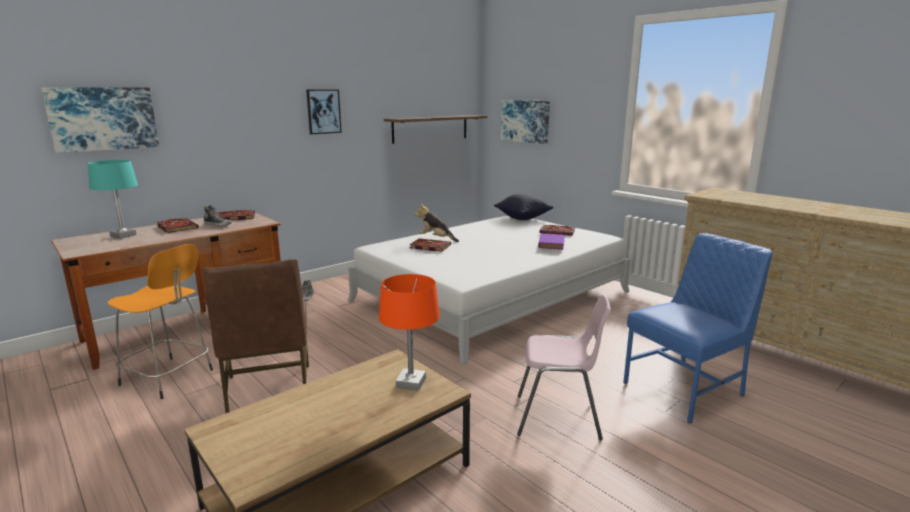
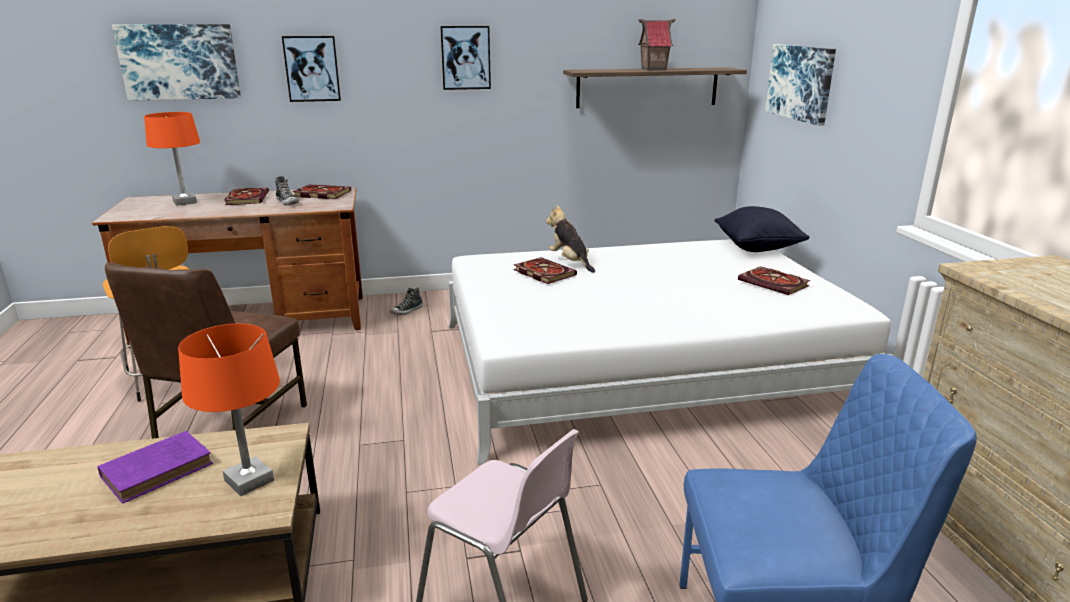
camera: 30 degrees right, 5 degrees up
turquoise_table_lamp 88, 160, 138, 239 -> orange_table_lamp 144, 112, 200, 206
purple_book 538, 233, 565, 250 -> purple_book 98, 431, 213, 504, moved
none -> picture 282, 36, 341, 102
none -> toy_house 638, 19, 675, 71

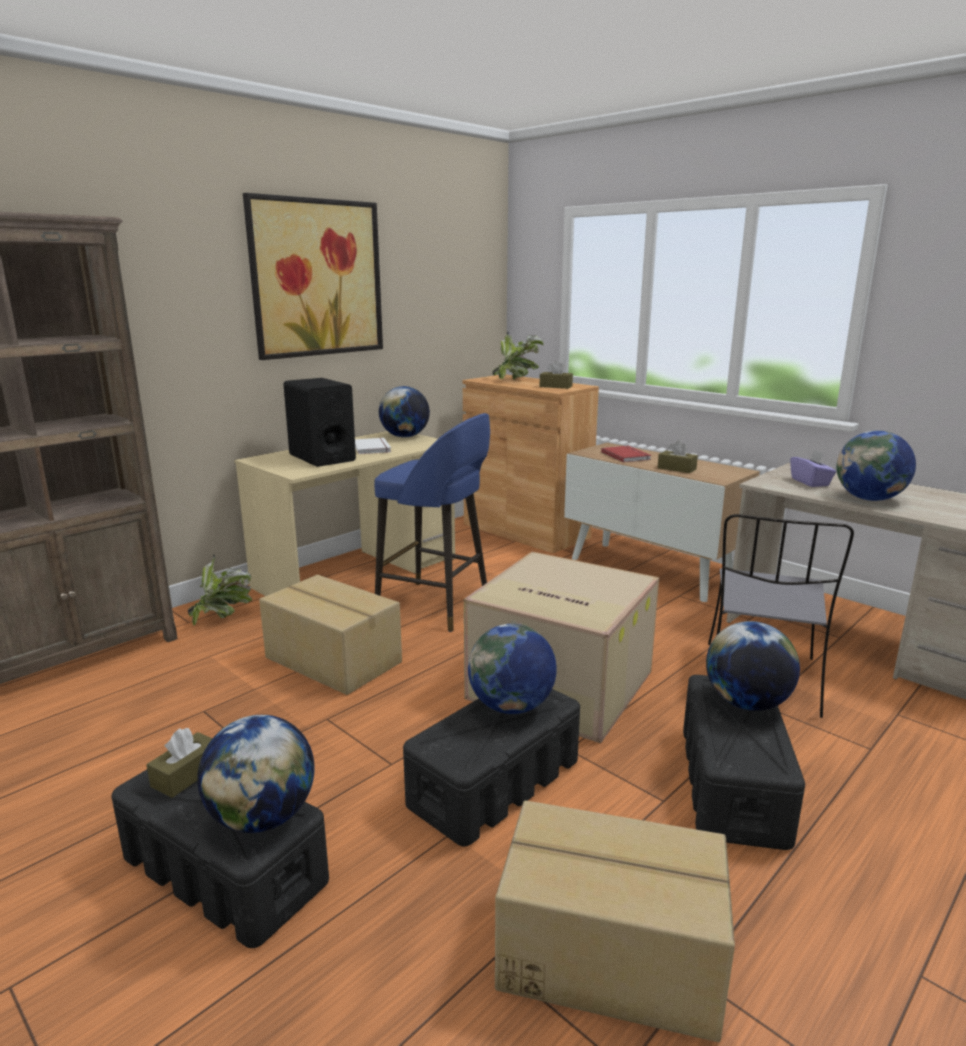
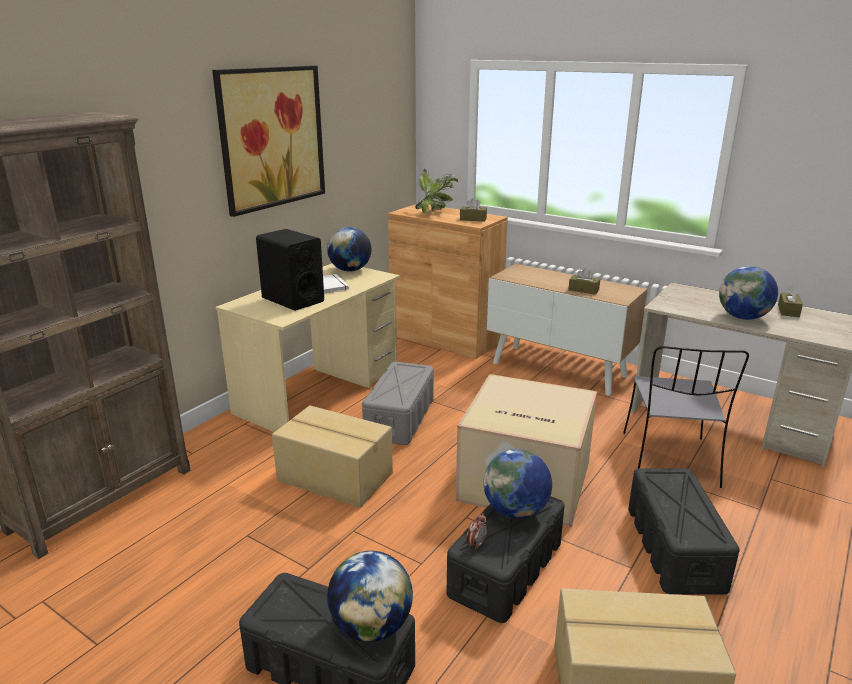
camera: 10 degrees left, 5 degrees up
brown_tissue_box 147, 728, 213, 798 -> brown_tissue_box 778, 285, 803, 317, moved
potted_plant 188, 554, 252, 626 -> none
blue_stool 374, 413, 490, 632 -> grey_storage_box 362, 362, 434, 445
red_book 601, 446, 651, 462 -> none
globe 706, 621, 800, 711 -> none
purple_tissue_box 790, 449, 836, 487 -> none
none -> alarm_clock 466, 513, 487, 550

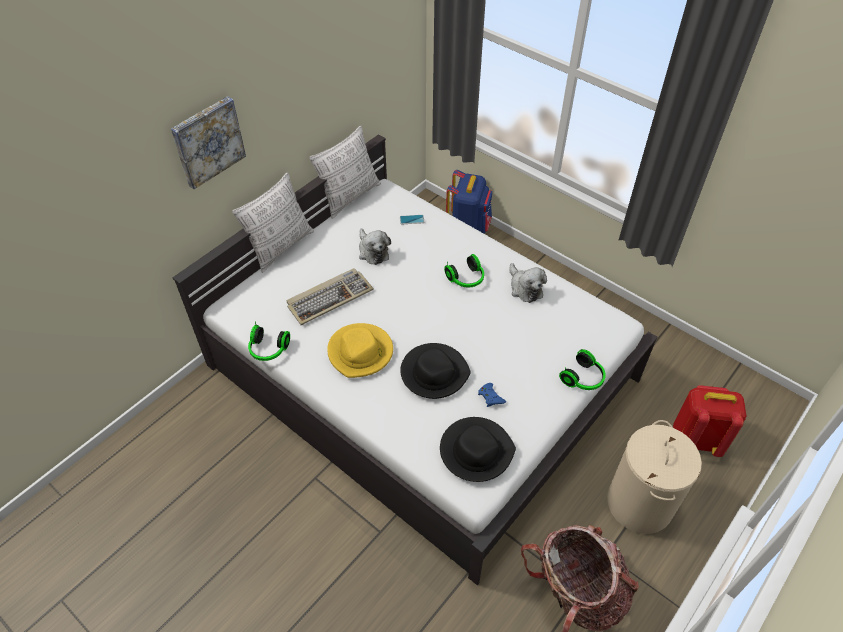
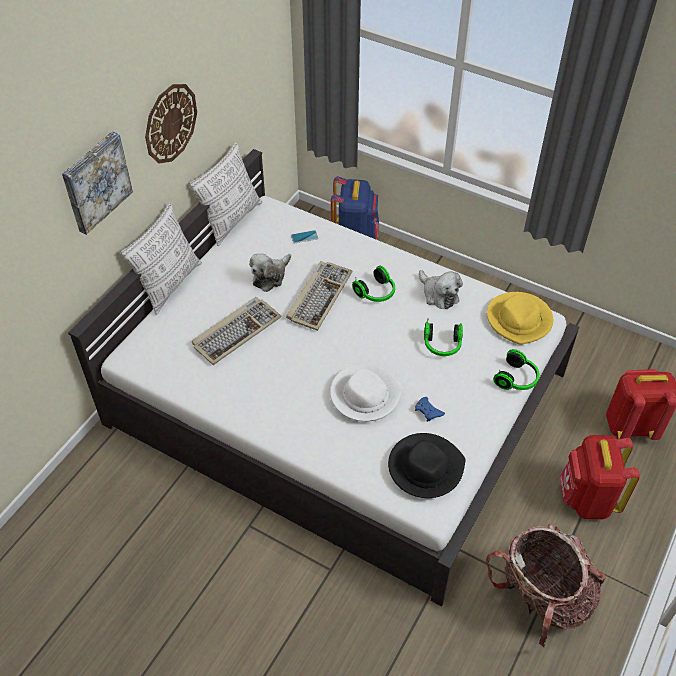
camera: 10 degrees left, 0 degrees up
headphones 248, 321, 290, 361 -> headphones 424, 321, 463, 356, moved
yellow_hat 327, 323, 393, 378 -> yellow_hat 487, 292, 553, 345, moved
plush_toy 359, 229, 391, 265 -> plush_toy 249, 253, 291, 292, 75 degrees clockwise
black_hat 400, 343, 471, 399 -> white_hat 330, 364, 403, 422
beige_laundry_basket 607, 420, 702, 534 -> red_backpack 559, 435, 640, 519
none -> wall_clock 145, 84, 197, 163
none -> keyboard 286, 261, 352, 331

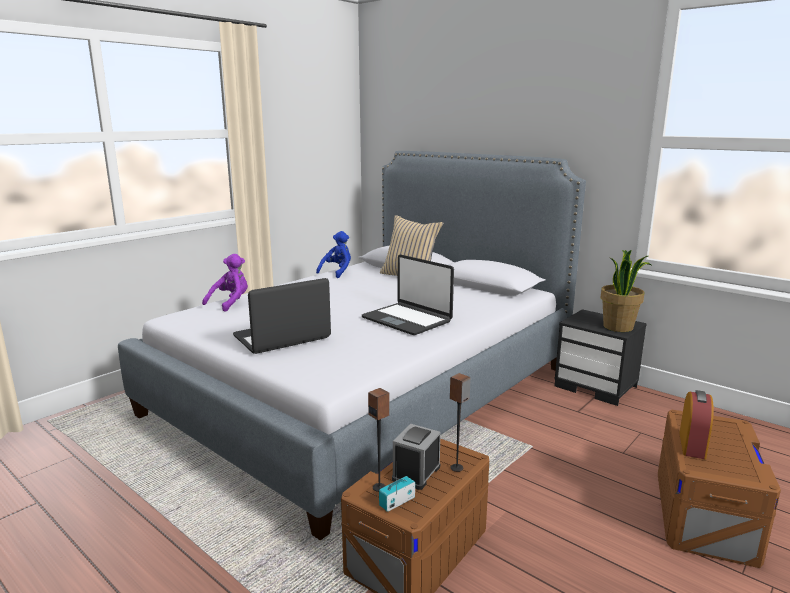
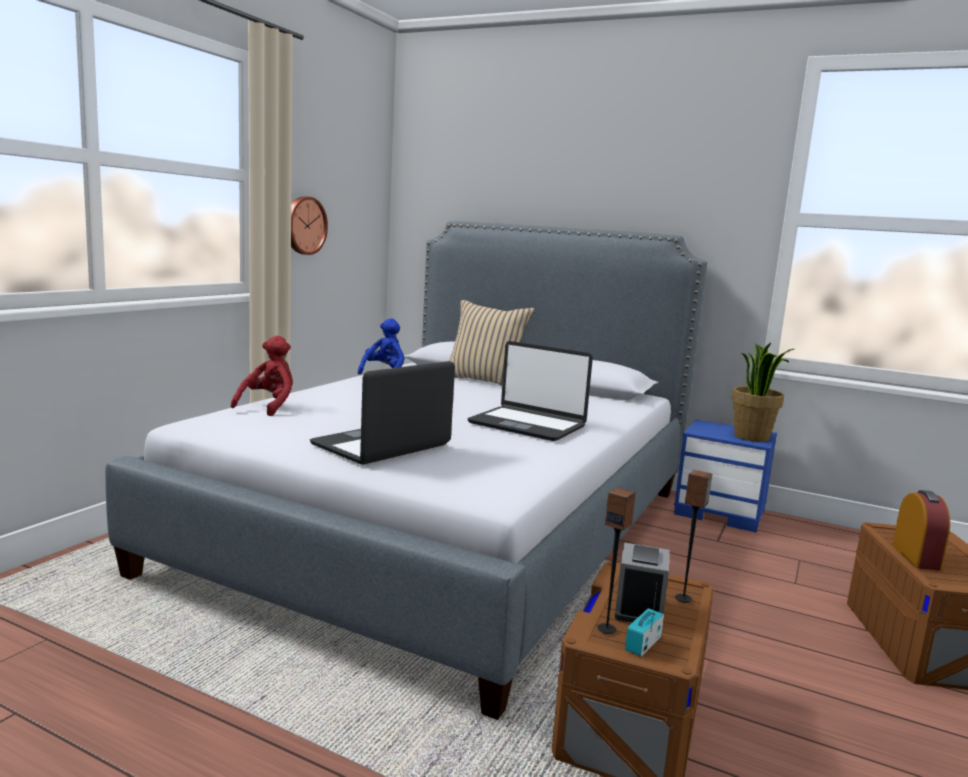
camera: 15 degrees left, 5 degrees down
purple_plush_toy 202, 254, 248, 312 -> red_plush_toy 231, 336, 293, 416
black_nightstand 554, 309, 647, 406 -> blue_nightstand 674, 419, 777, 533
none -> wall_clock 291, 196, 328, 255

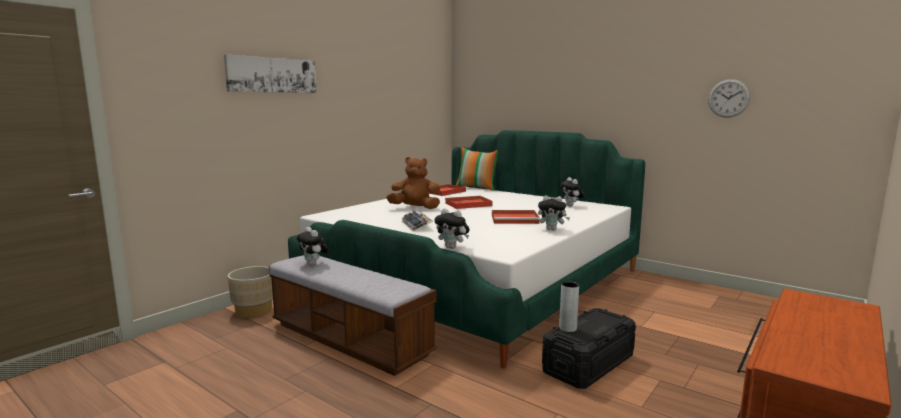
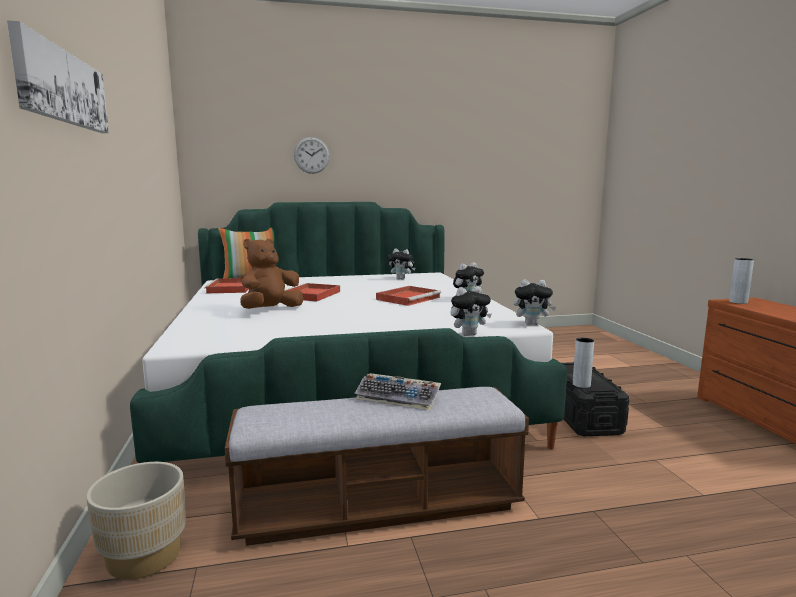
camera: 50 degrees left, 0 degrees up
plush_toy 297, 227, 329, 266 -> plush_toy 514, 279, 556, 325, moved
keyboard 402, 211, 433, 231 -> keyboard 354, 373, 441, 410, moved
wall_clock 708, 79, 750, 118 -> wall_clock 294, 137, 330, 174, moved
none -> grey_vase 729, 258, 754, 304

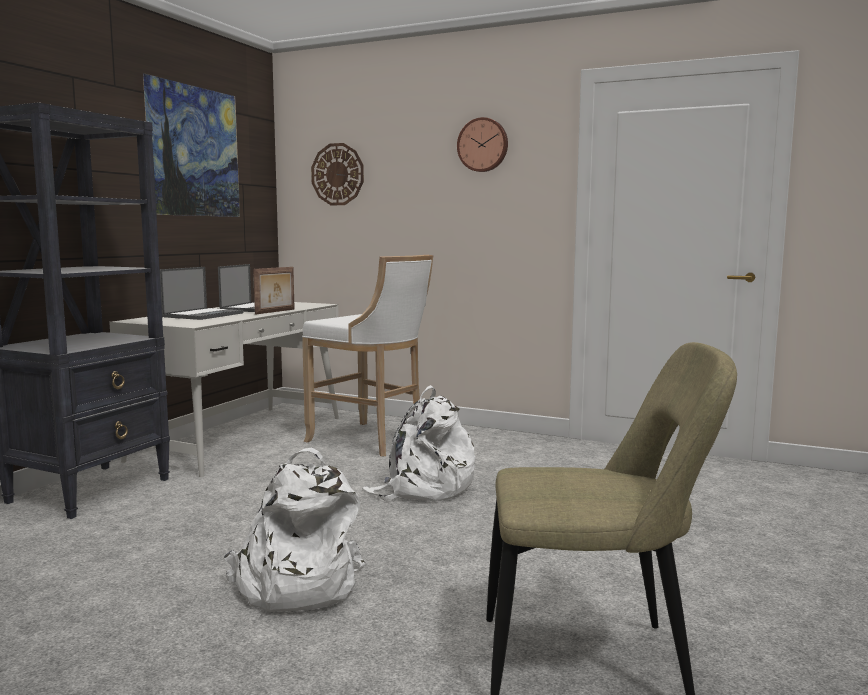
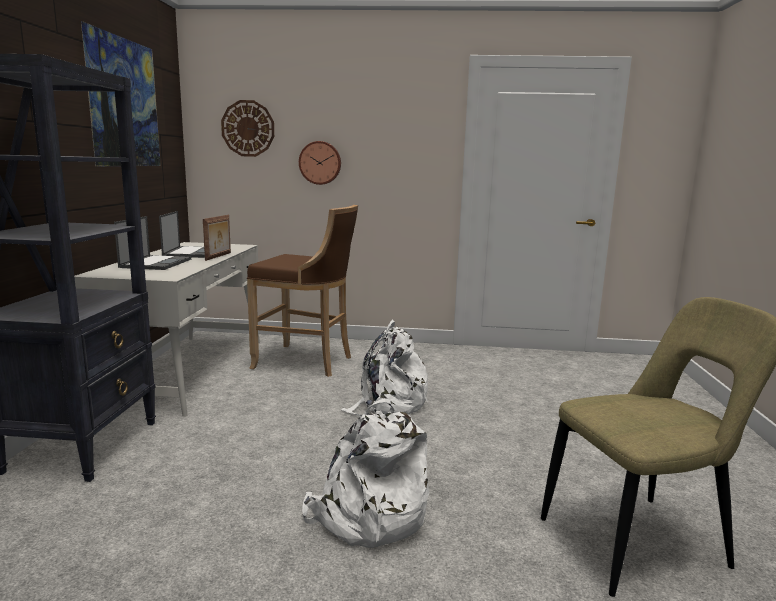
camera: 20 degrees left, 5 degrees up
white_stool 302, 255, 433, 457 -> brown_stool 247, 205, 358, 377
wall_clock 457, 117, 508, 172 -> wall_clock 299, 141, 341, 185, moved

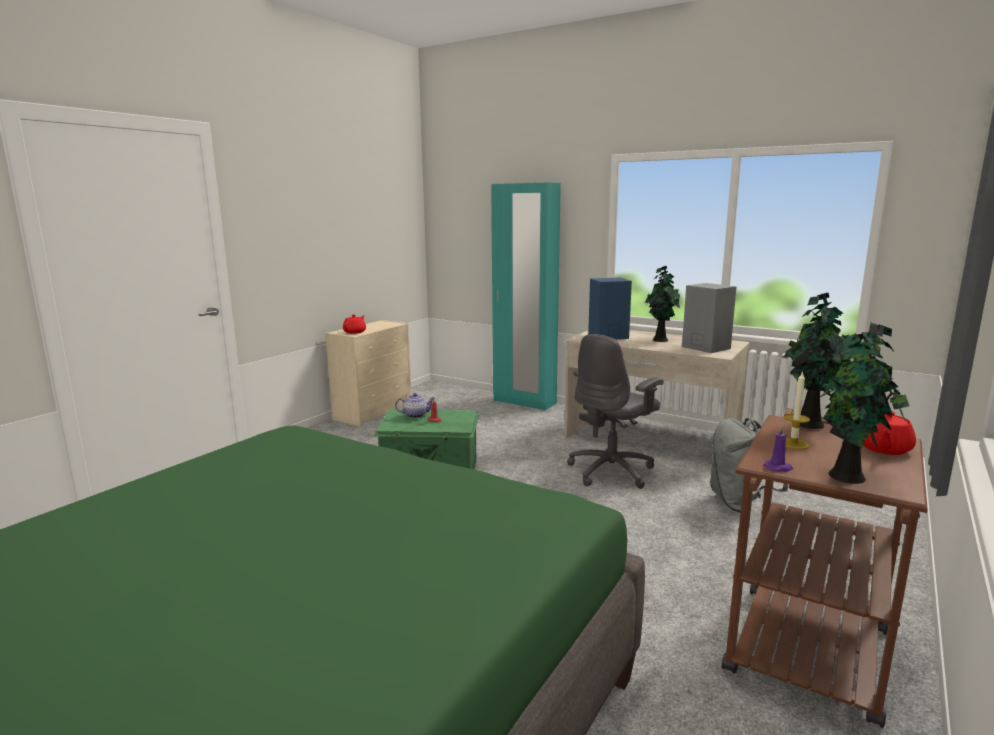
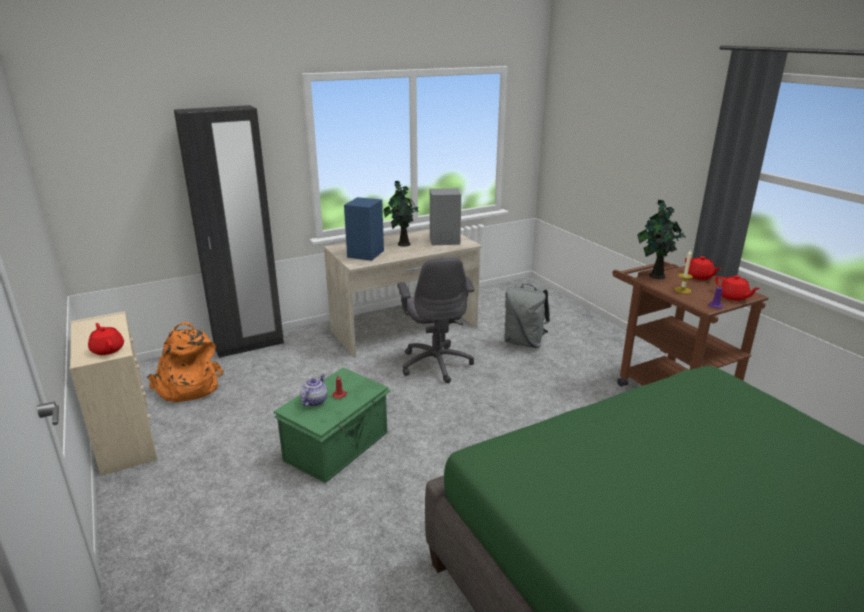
camera: 60 degrees left, 10 degrees up
turquoise_wardrobe 491, 182, 561, 410 -> black_wardrobe 174, 105, 284, 358
potted_plant 817, 322, 909, 484 -> red_teapot 715, 275, 760, 301
none -> orange_backpack 147, 322, 224, 402

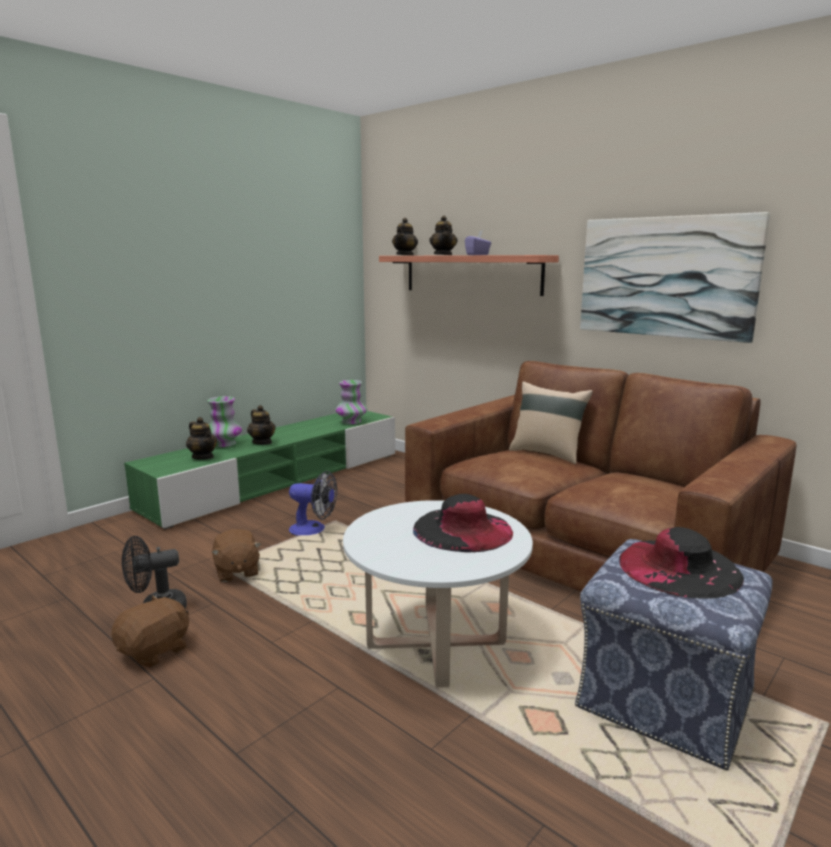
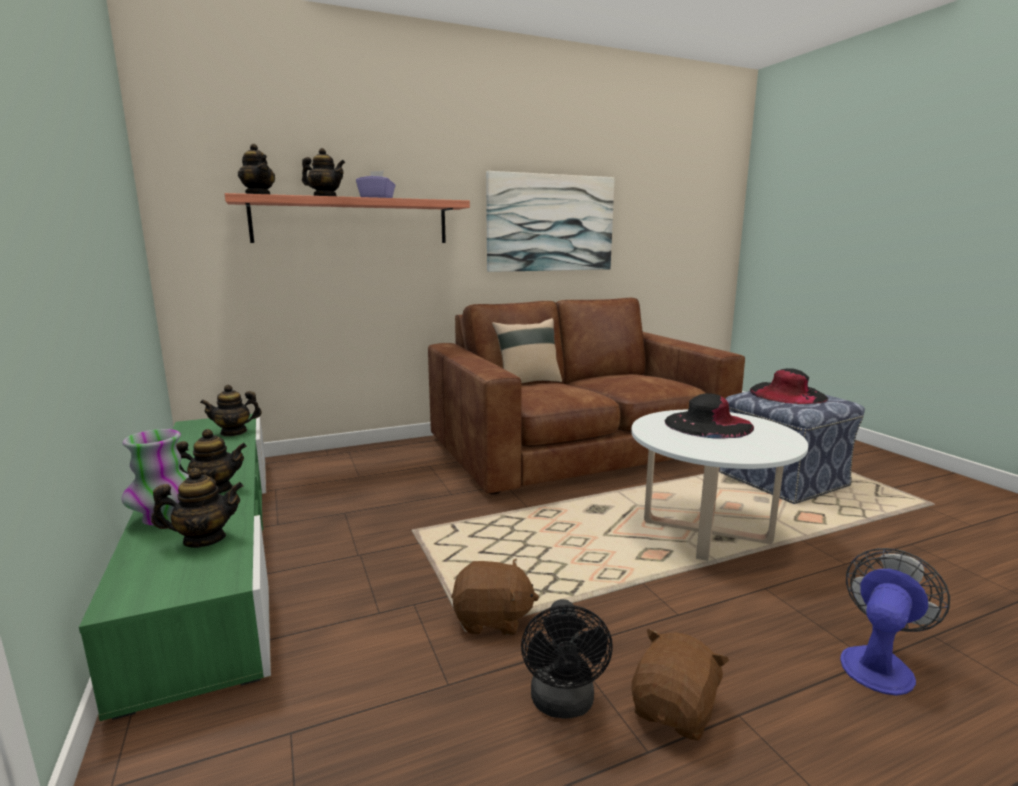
camera: 65 degrees left, 0 degrees up
brown_plush_toy 112, 595, 189, 667 -> brown_plush_toy 631, 629, 729, 741, 60 degrees clockwise
fan 289, 471, 337, 536 -> fan 840, 548, 950, 696, moved
vase 336, 380, 367, 424 -> teapot 200, 385, 262, 436

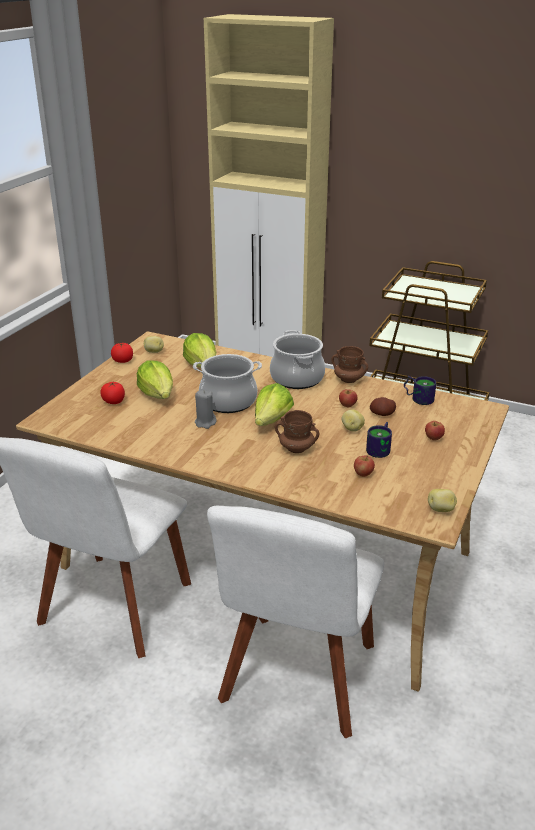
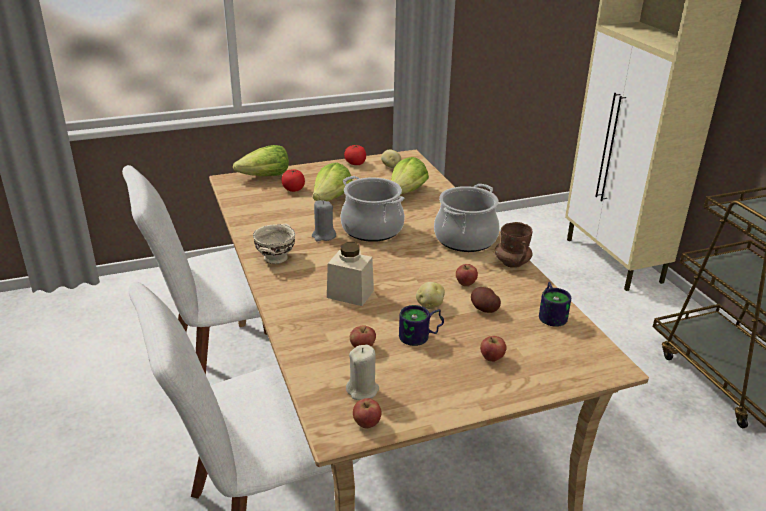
camera: 45 degrees right, 0 degrees up
lettuce 255, 383, 294, 426 -> lettuce 233, 145, 289, 176, moved
brown_mug 275, 410, 319, 453 -> beige_jar 327, 243, 374, 306
potato 428, 489, 457, 512 -> apple 353, 398, 382, 428
none -> beige_bowl 253, 224, 295, 264
none -> beige_candle 346, 345, 379, 400

